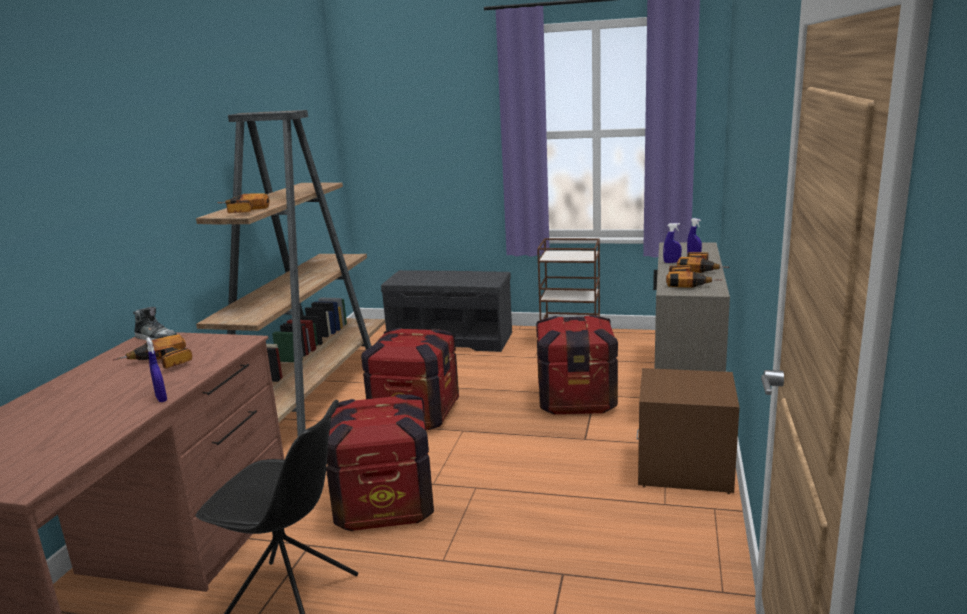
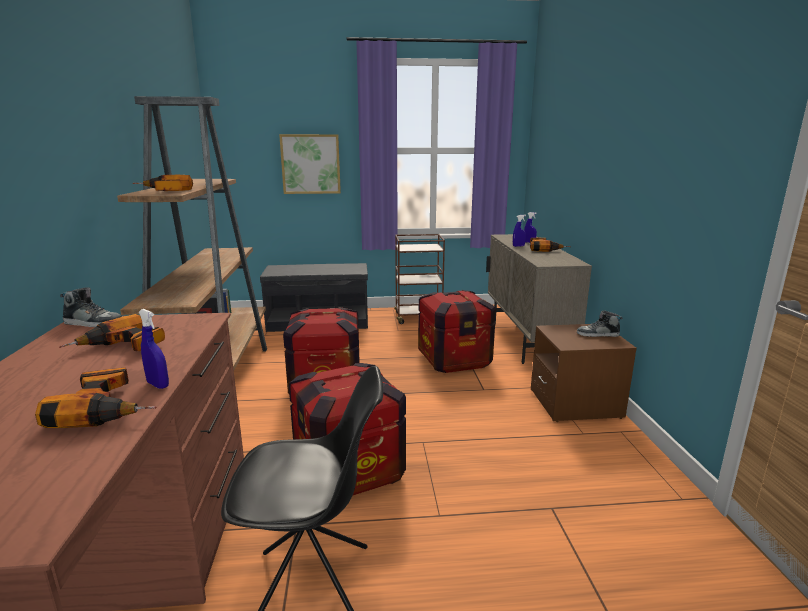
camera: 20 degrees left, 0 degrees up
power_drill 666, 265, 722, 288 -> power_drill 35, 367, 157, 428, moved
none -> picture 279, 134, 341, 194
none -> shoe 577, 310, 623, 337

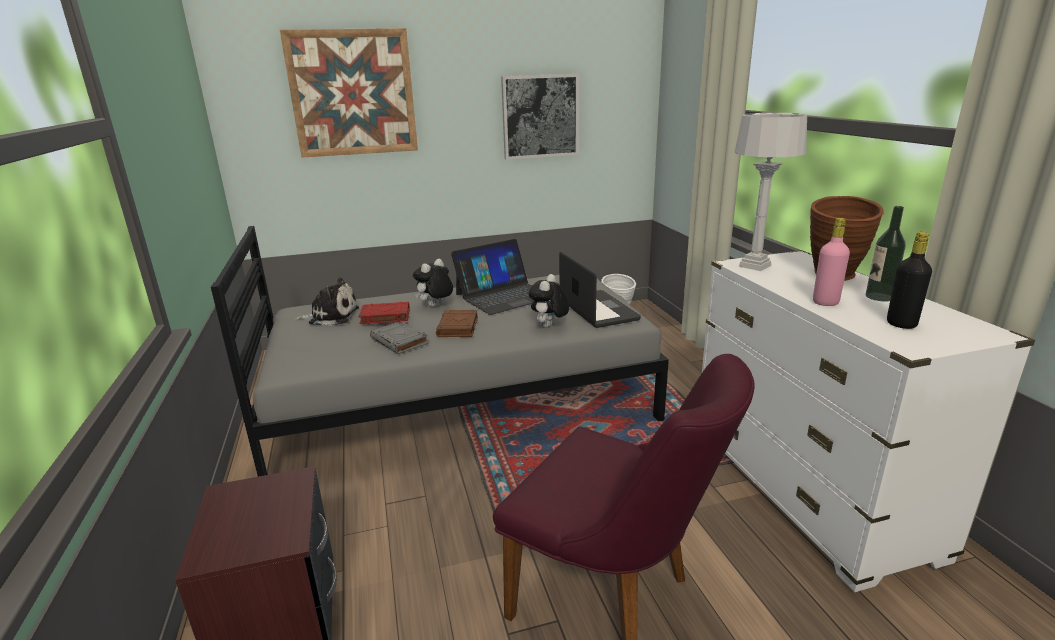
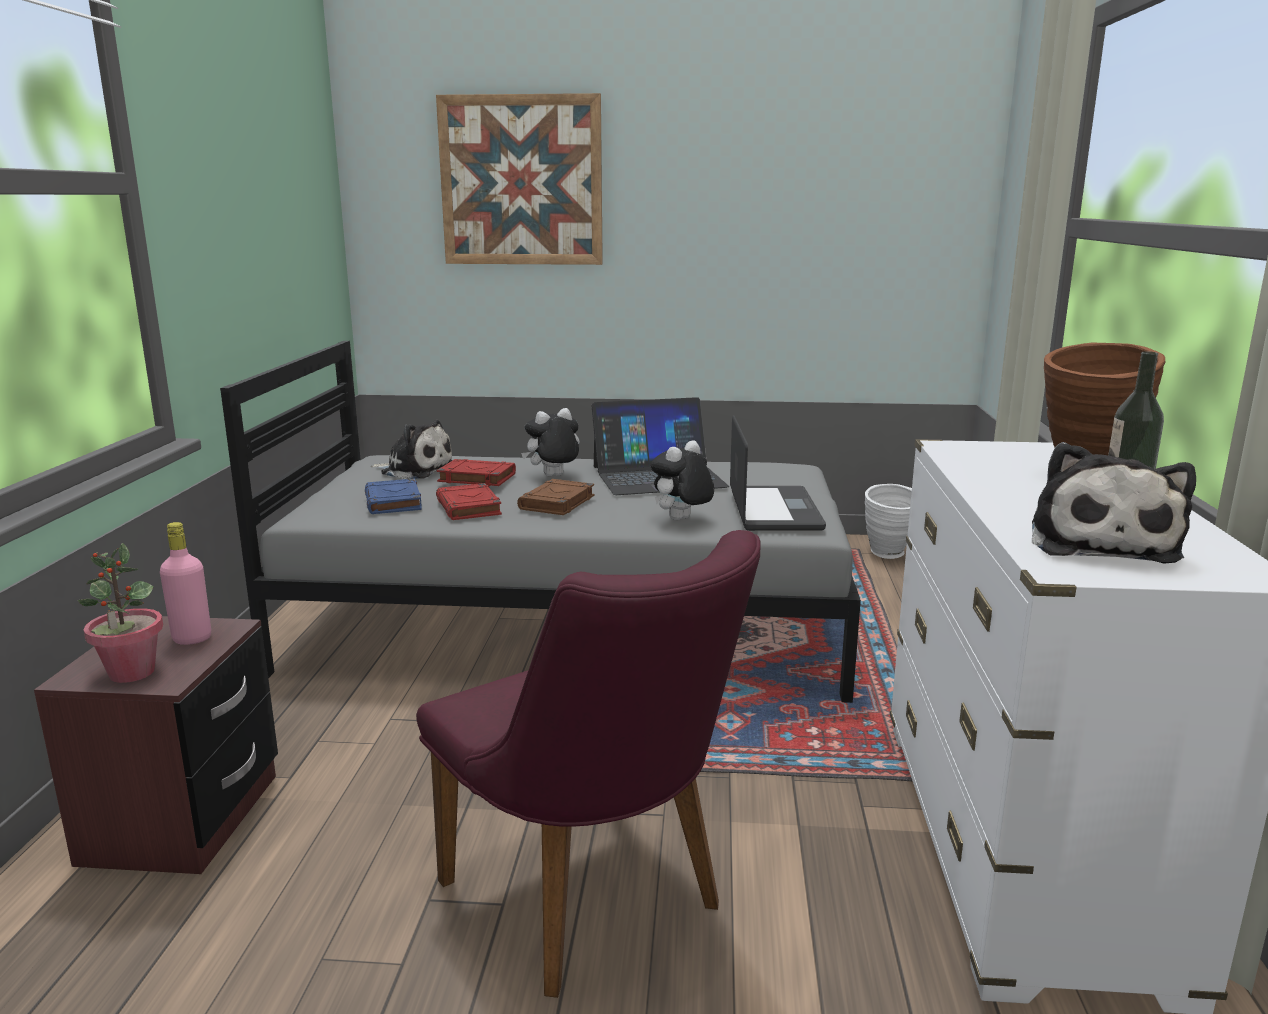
camera: 20 degrees right, 5 degrees down
grey_book 370, 321, 429, 354 -> red_book 436, 483, 502, 520
picture 501, 74, 579, 159 -> none
grey_table_lamp 735, 113, 807, 271 -> none
pink_bottle 813, 218, 850, 306 -> pink_bottle 160, 522, 211, 645, moved
black_bottle 887, 232, 932, 329 -> plush_toy 1032, 442, 1196, 563
none -> potted_plant 78, 543, 163, 683
none -> blue_book 365, 478, 422, 514

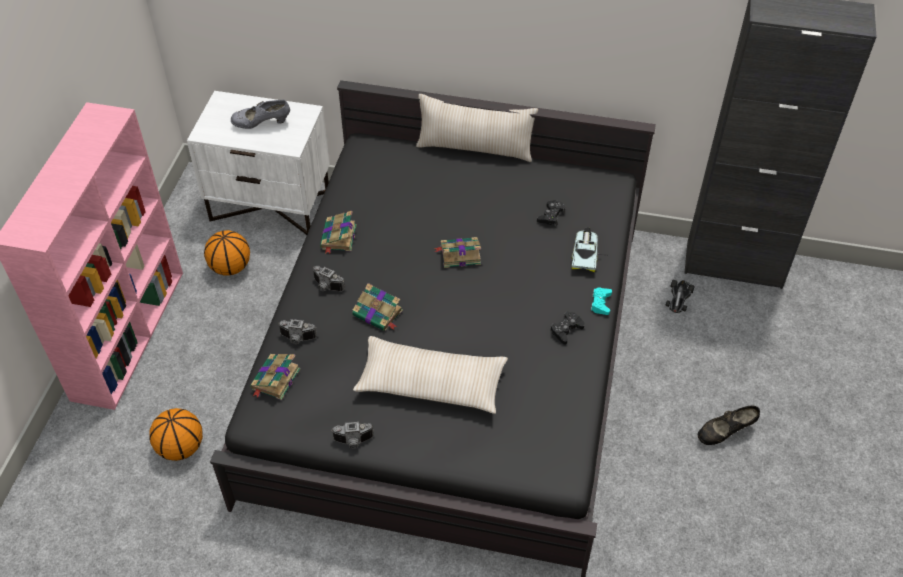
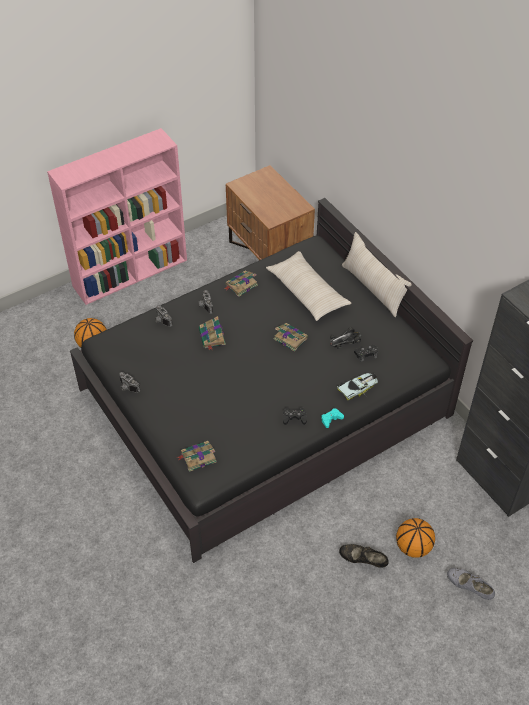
camera: 45 degrees right, 0 degrees up
white_nightstand 187, 91, 330, 235 -> brown_nightstand 226, 165, 315, 260
basketball 204, 230, 250, 276 -> basketball 396, 518, 435, 558, moved
grey_shoe 231, 100, 290, 129 -> grey_shoe 447, 568, 495, 600, moved
book 250, 354, 301, 400 -> book 177, 441, 217, 472, moved
beige_pillow 353, 336, 508, 414 -> beige_pillow 266, 251, 351, 321, moved
toy_car 665, 280, 695, 313 -> toy_car 330, 327, 361, 349, moved

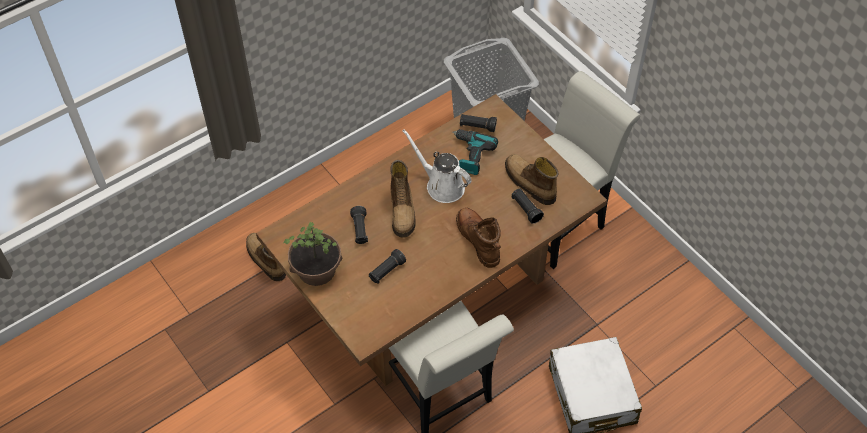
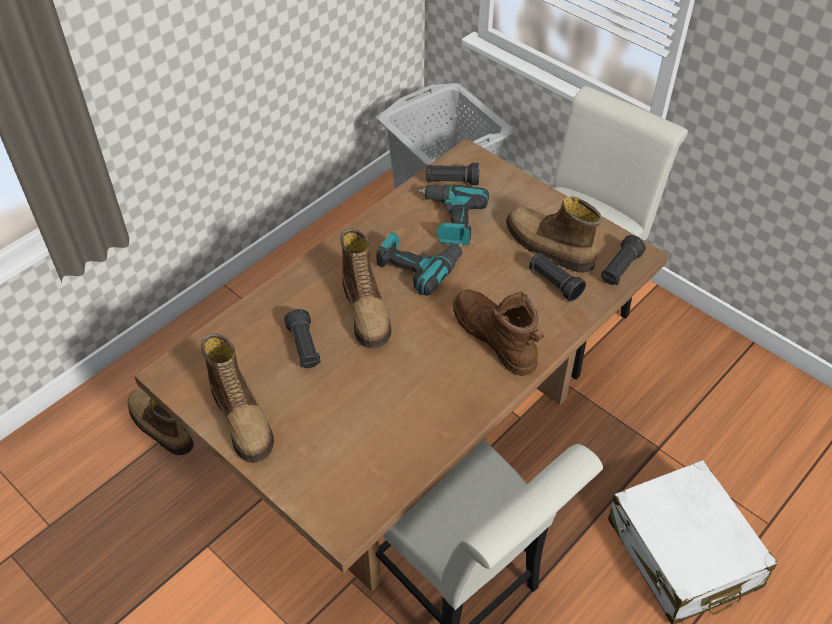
camera: 10 degrees left, 5 degrees down
potted_plant 284, 222, 342, 286 -> boot 201, 333, 274, 463
black_flashlight 369, 249, 406, 284 -> black_flashlight 601, 235, 646, 285, moved
white_watering_can 403, 129, 471, 203 -> power_drill 376, 232, 462, 296

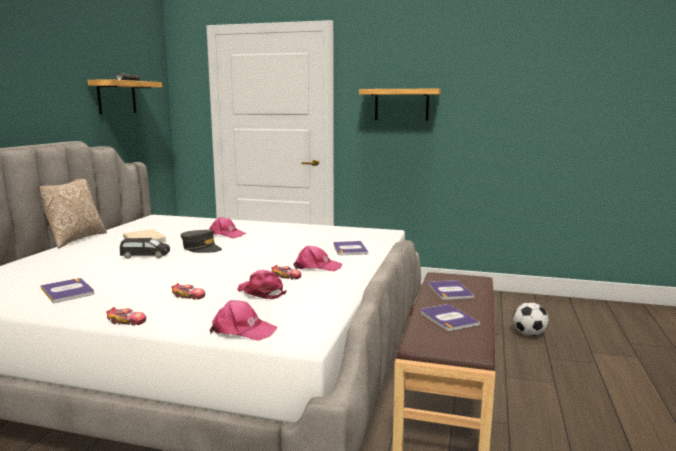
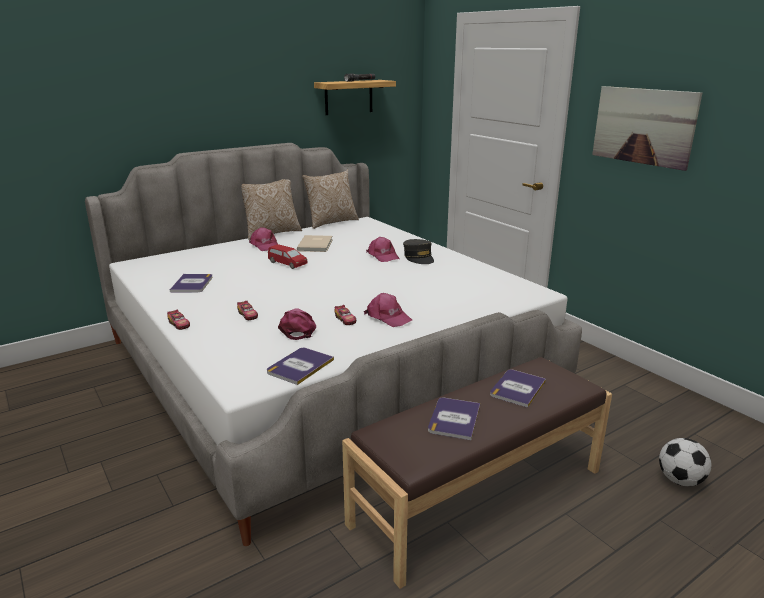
camera: 40 degrees right, 10 degrees up
black_toy_car 120, 238, 170, 259 -> red_toy_car 268, 244, 308, 269
grey_cap 181, 230, 222, 253 -> grey_cap 403, 239, 434, 264, moved
pink_cap 210, 300, 278, 341 -> pink_cap 249, 227, 278, 251, moved
book 333, 241, 369, 255 -> book 267, 348, 334, 385, moved
shelf 359, 89, 441, 121 -> picture 592, 86, 702, 171
none -> pillow 302, 169, 359, 229

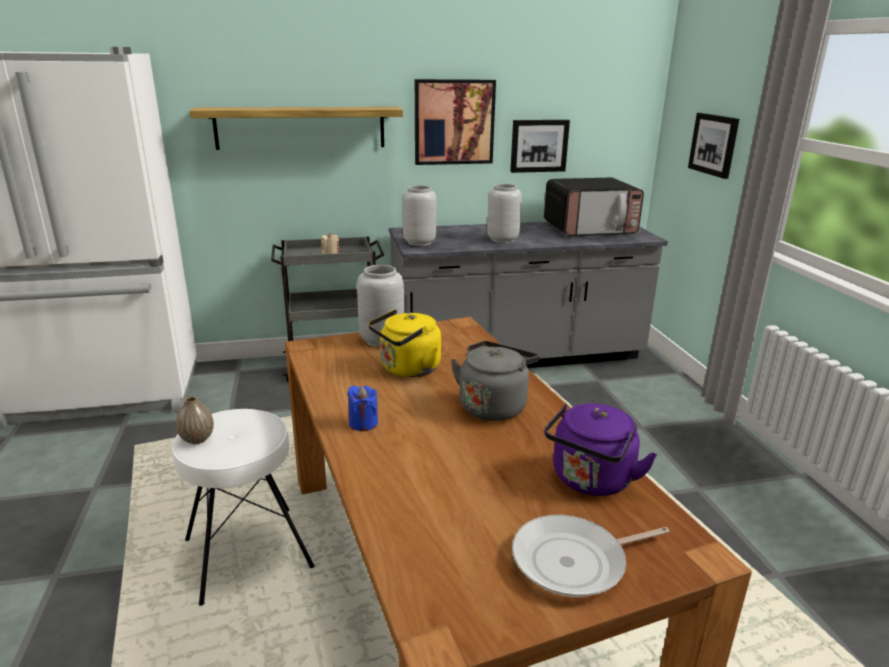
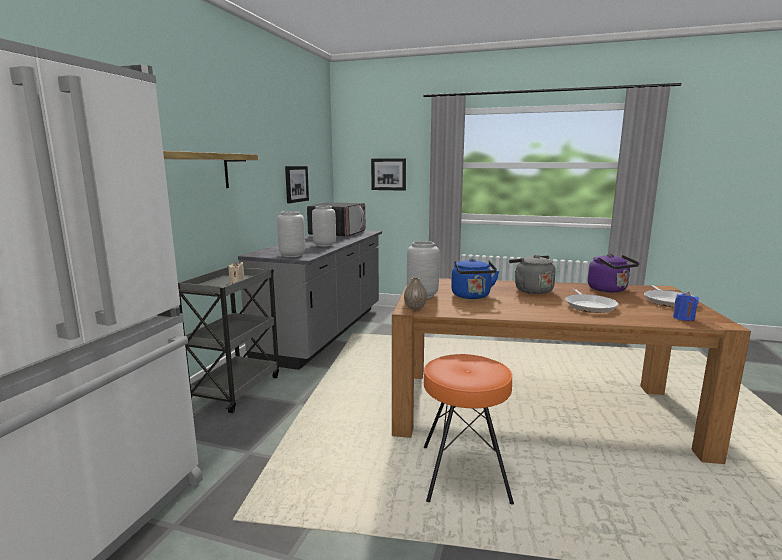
camera: 60 degrees left, 10 degrees down
white_stool 172, 409, 315, 606 -> orange_stool 424, 354, 514, 505
vase 176, 396, 214, 444 -> vase 404, 278, 427, 310, moved
blue_candle 347, 386, 378, 431 -> blue_candle 673, 292, 699, 321, moved
yellow_kettle 368, 309, 441, 377 -> blue_kettle 451, 258, 499, 299
picture 415, 79, 496, 165 -> none
none -> frying_pan 565, 289, 619, 313

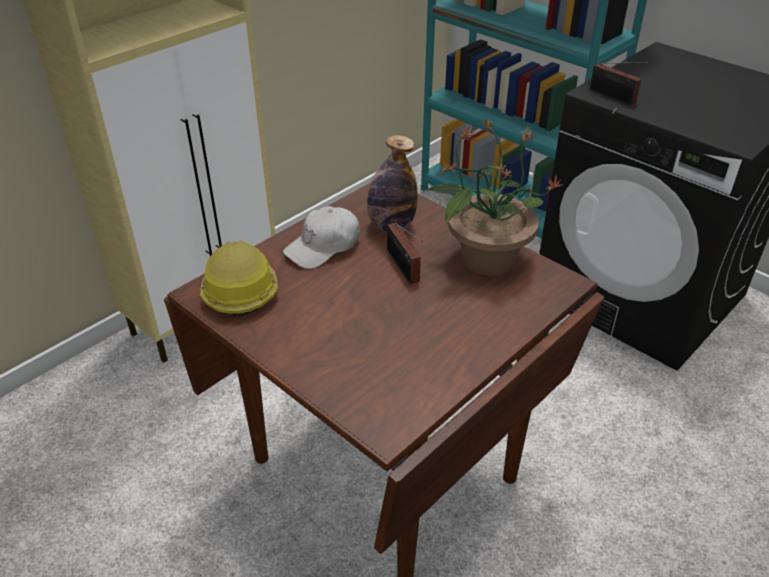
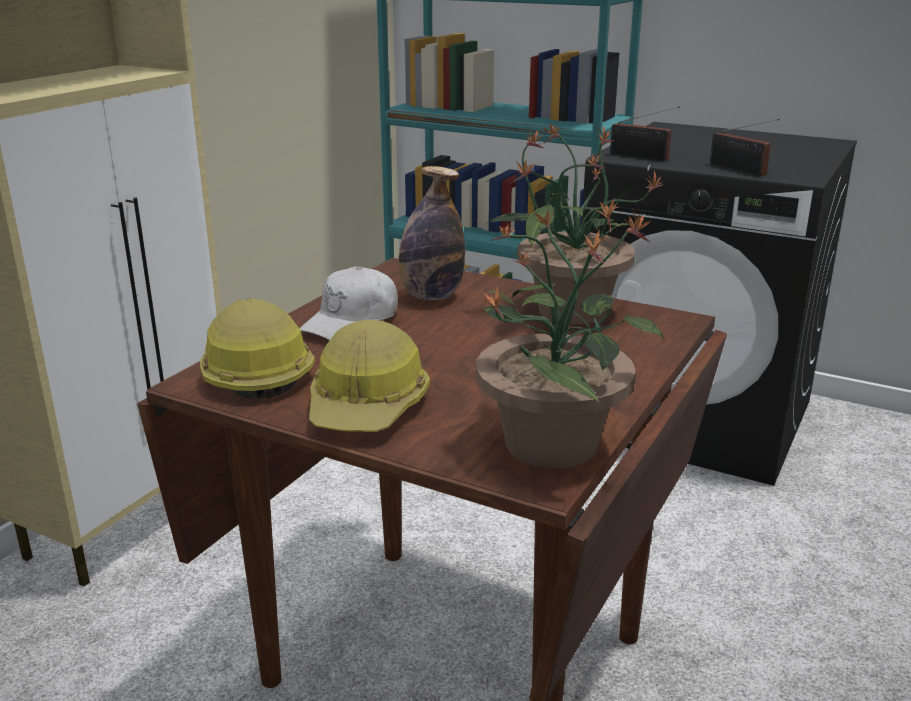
camera: 15 degrees left, 15 degrees down
radio 387, 223, 423, 284 -> radio 710, 119, 780, 176, moved
none -> hard_hat 309, 320, 430, 432
none -> potted_plant 476, 198, 665, 468

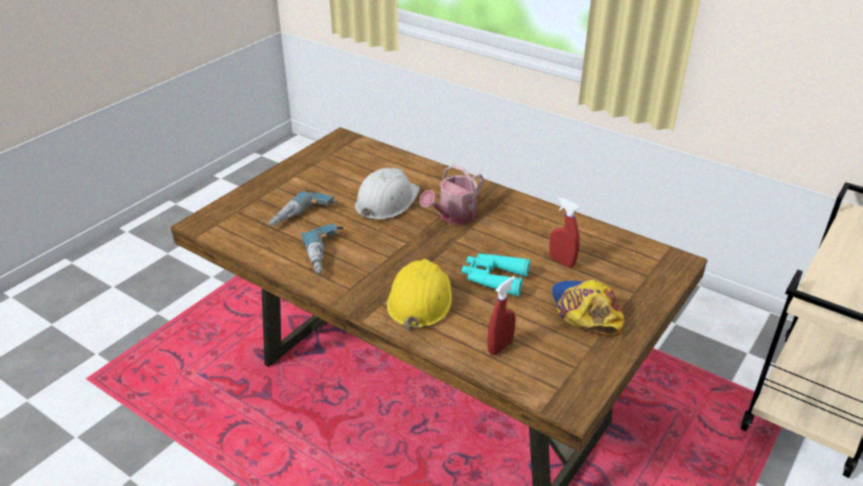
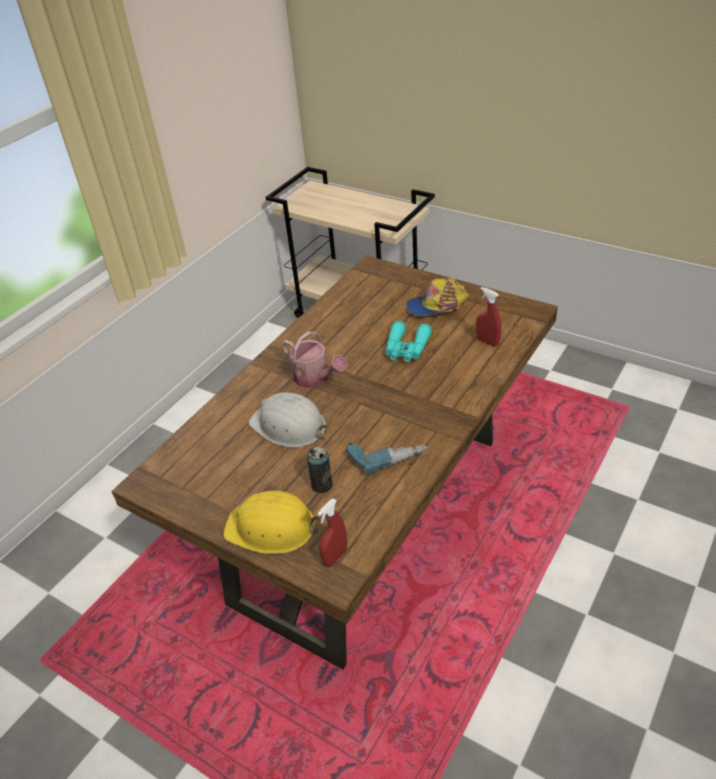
camera: 90 degrees left, 5 degrees up
power_drill 269, 191, 338, 226 -> can 307, 446, 332, 493
yellow_hard_hat 387, 259, 452, 331 -> yellow_hard_hat 223, 491, 320, 554, moved
red_spray_bottle 549, 197, 580, 268 -> red_spray_bottle 317, 498, 347, 567, moved

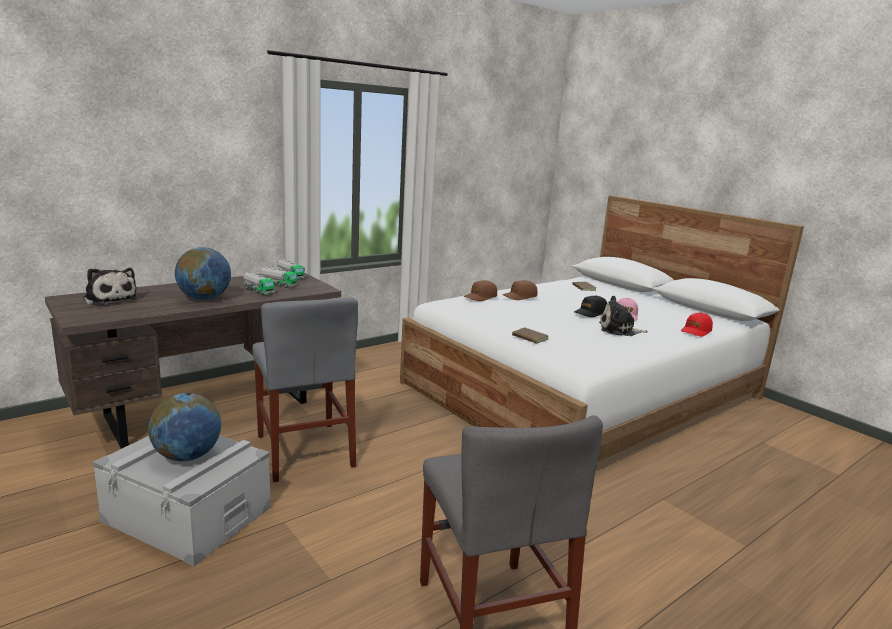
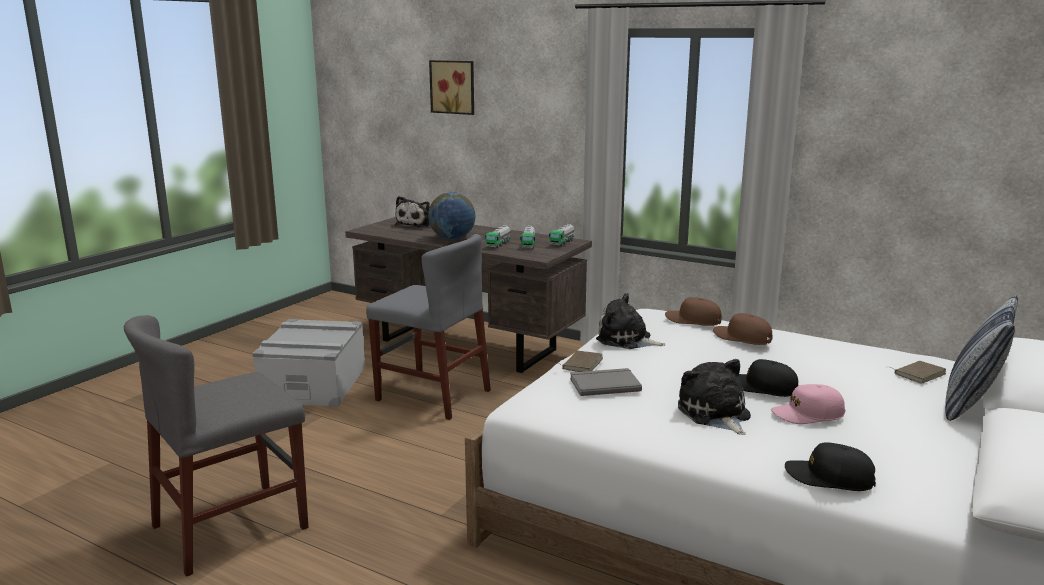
camera: 70 degrees right, 0 degrees up
globe 148, 393, 221, 461 -> none
grey_chair 252, 297, 358, 482 -> grey_chair 366, 234, 491, 420, 105 degrees counterclockwise
red_cap 681, 313, 713, 337 -> black_cap 785, 442, 876, 491
none -> picture 429, 60, 474, 115
none -> grey_book 570, 368, 642, 396
none -> plush_toy 596, 293, 666, 349
none -> pillow 945, 295, 1018, 421

